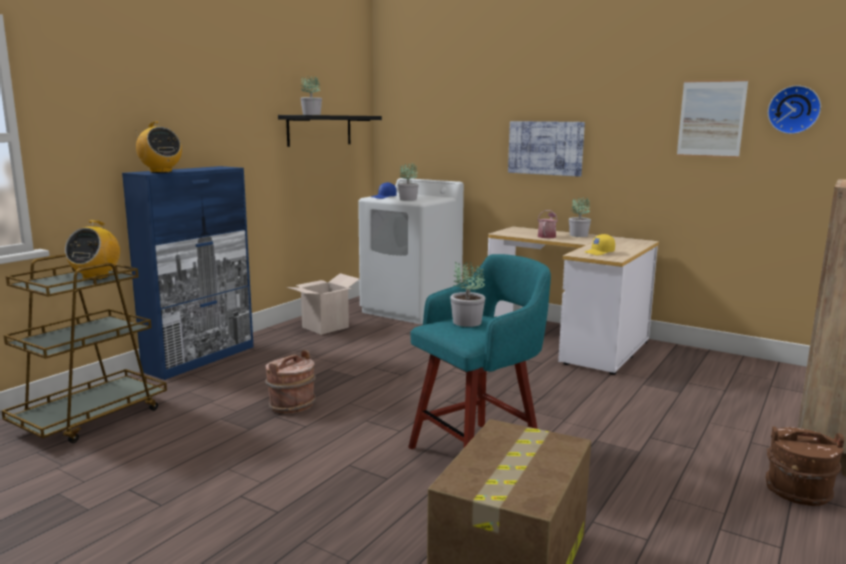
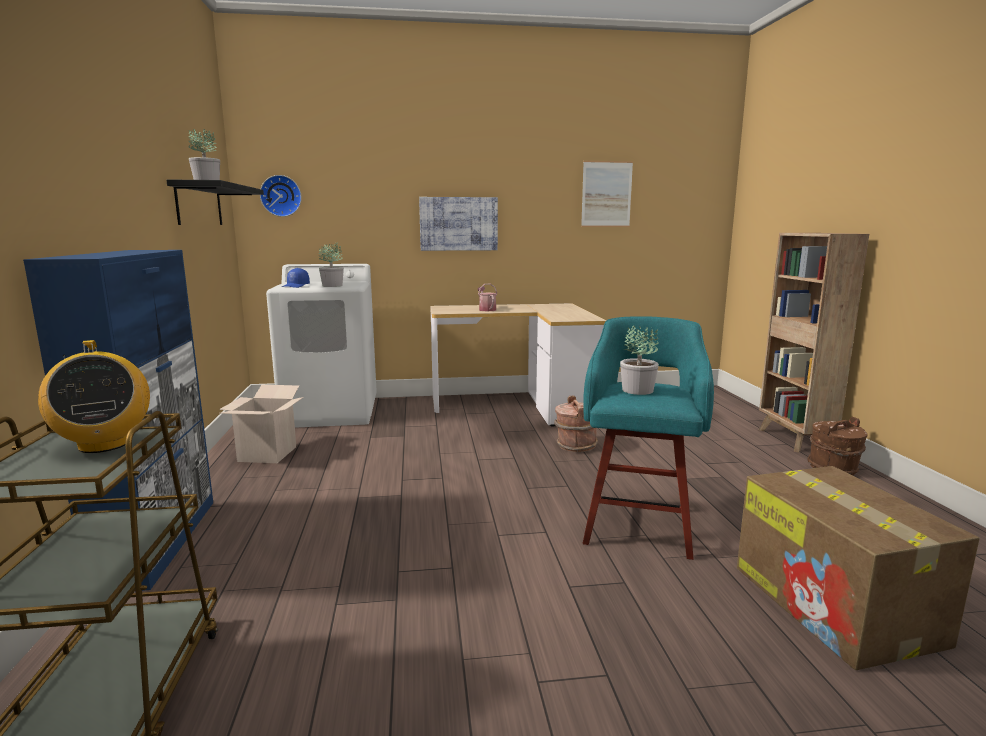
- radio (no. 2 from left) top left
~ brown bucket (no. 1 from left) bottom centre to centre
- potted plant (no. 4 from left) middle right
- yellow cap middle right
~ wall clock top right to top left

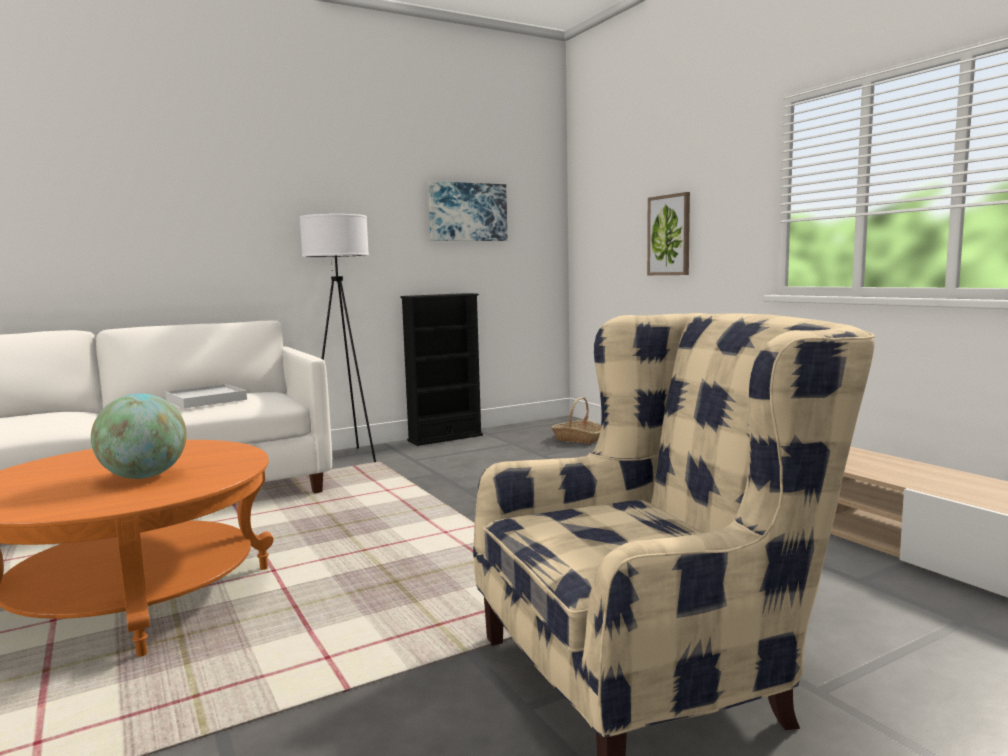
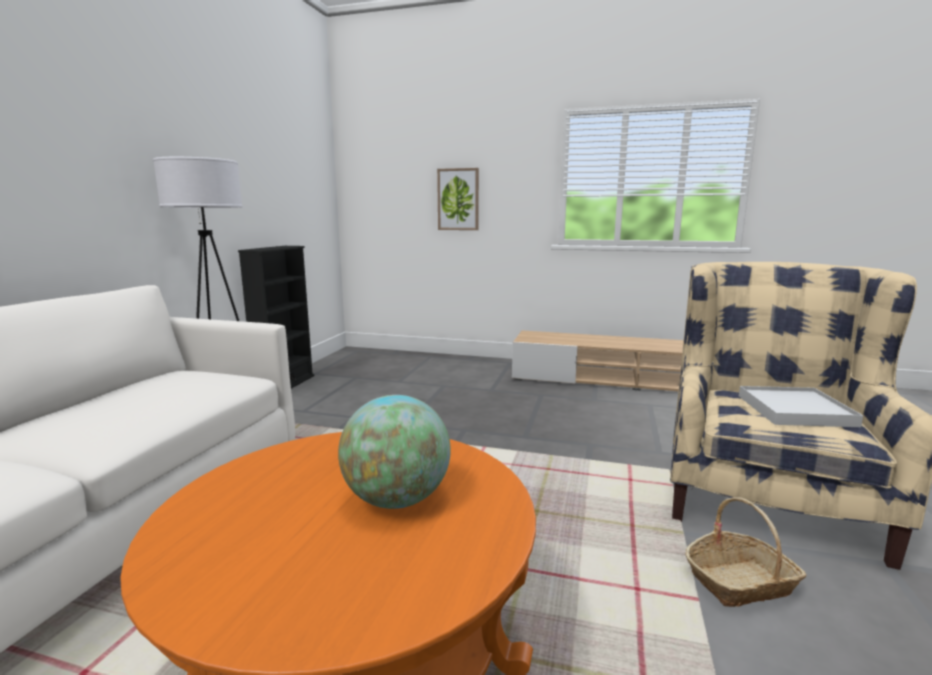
~ white tray middle left to middle right
- picture (no. 1 from left) top centre
~ basket centre to bottom right

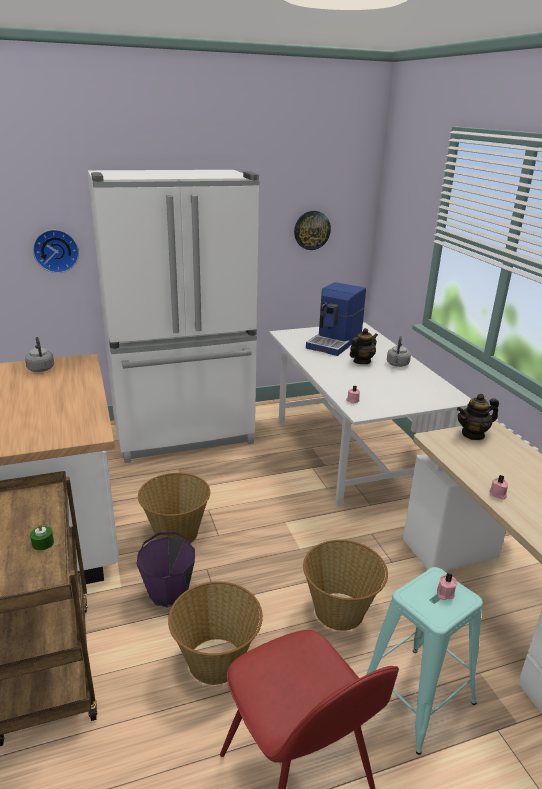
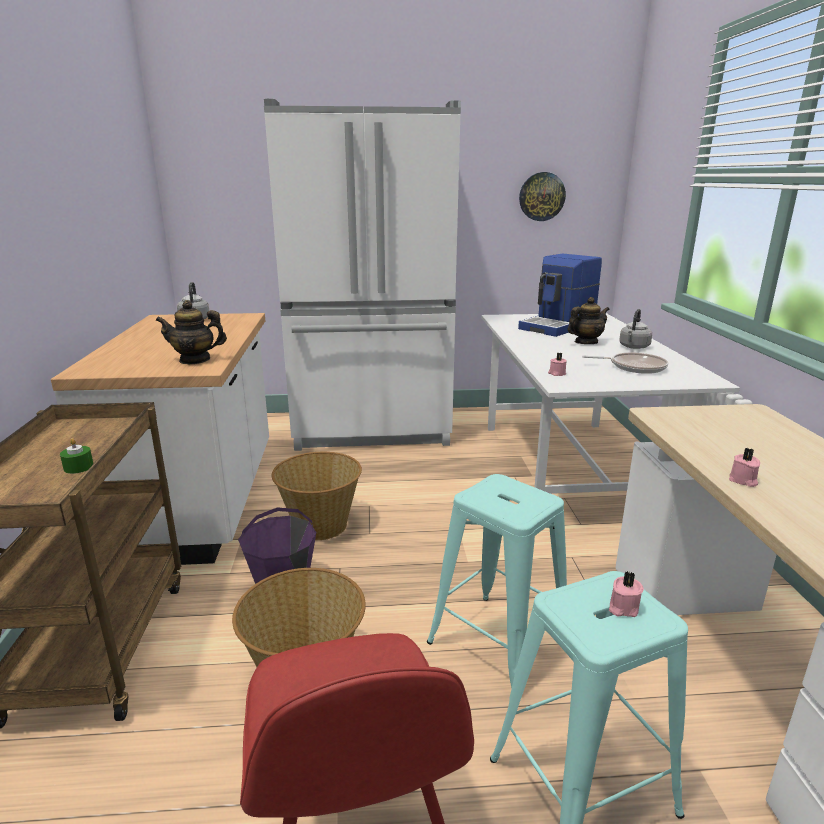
- wall clock (no. 1 from left) top left
~ basket (no. 3 from left) bottom centre to turquoise stool (no. 1 from left) bottom centre
~ teapot (no. 2 from left in the first image) middle right to teapot (no. 1 from left) middle left
+ frying pan middle right

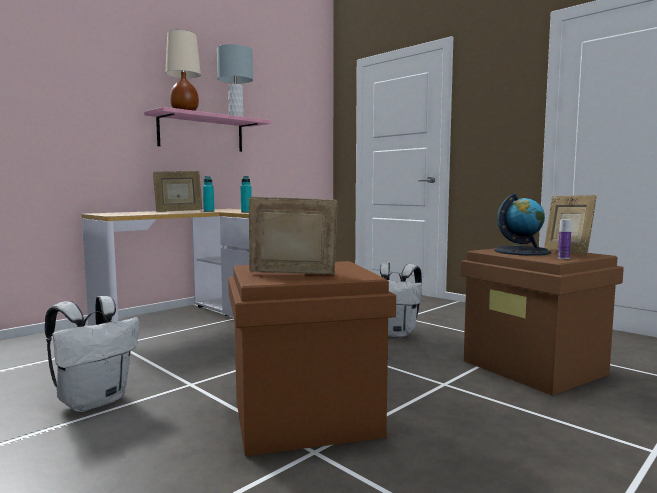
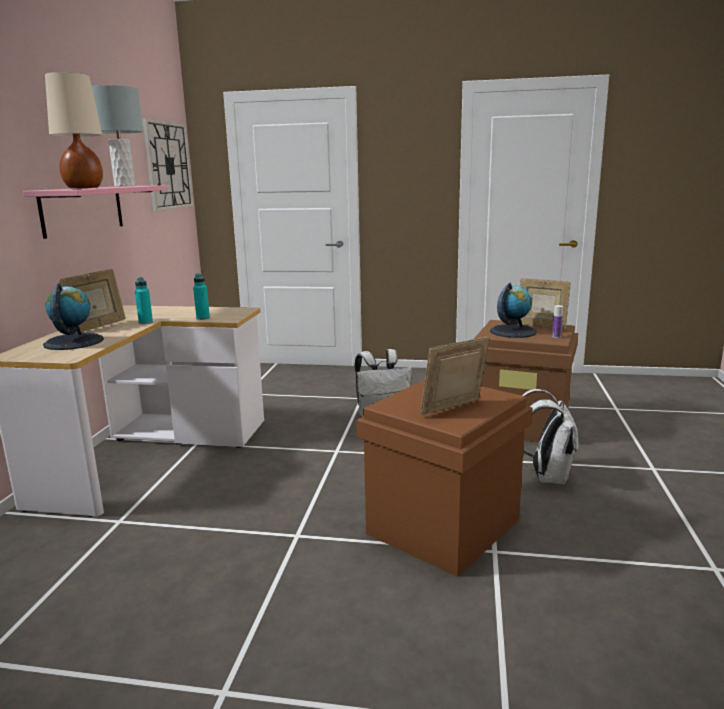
~ white backpack (no. 1 from left in the first image) bottom left to white backpack (no. 2 from left) middle right
+ globe (no. 1 from left) middle left
+ wall clock top left

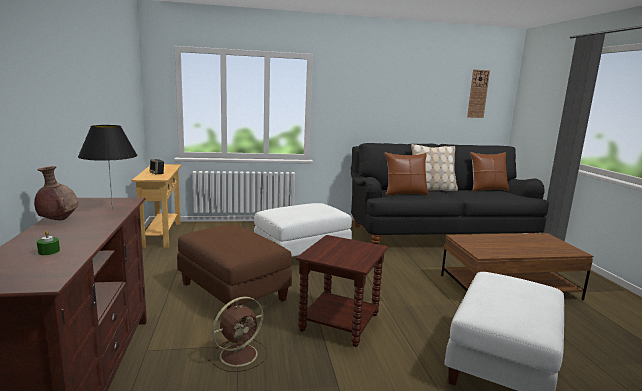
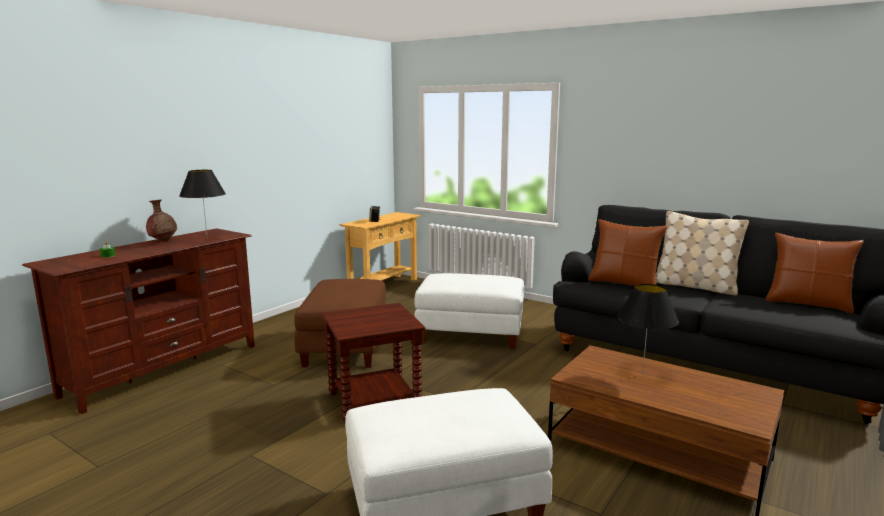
- brown fan bottom centre
- wall clock top right
+ black table lamp (no. 2 from left) middle right

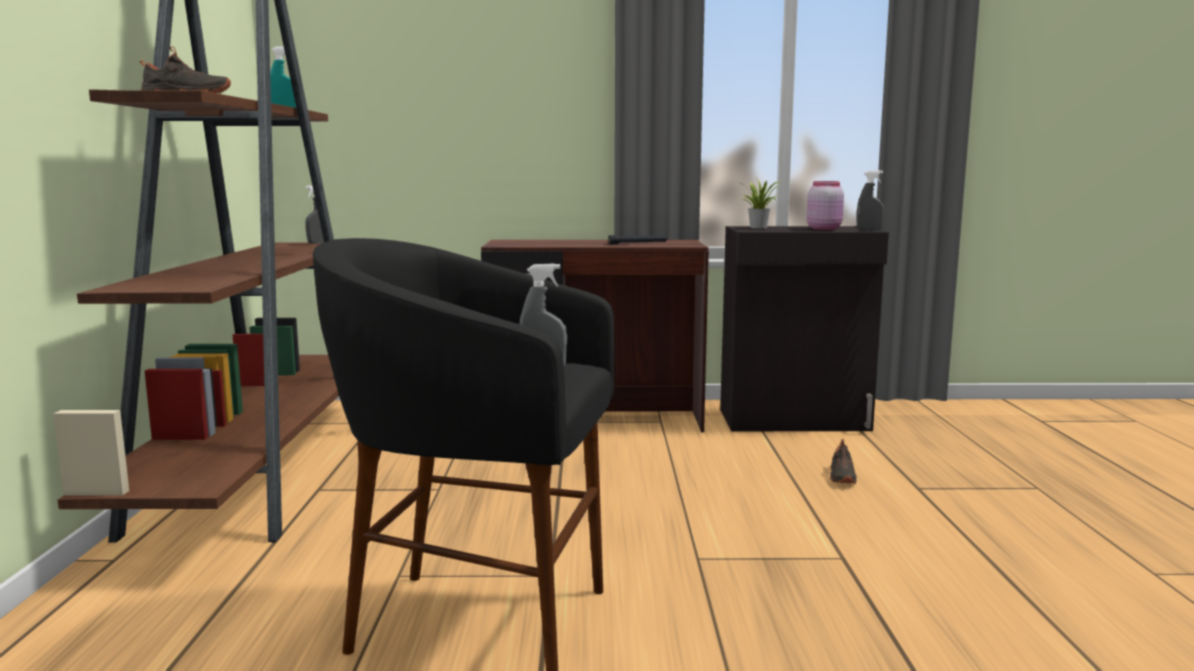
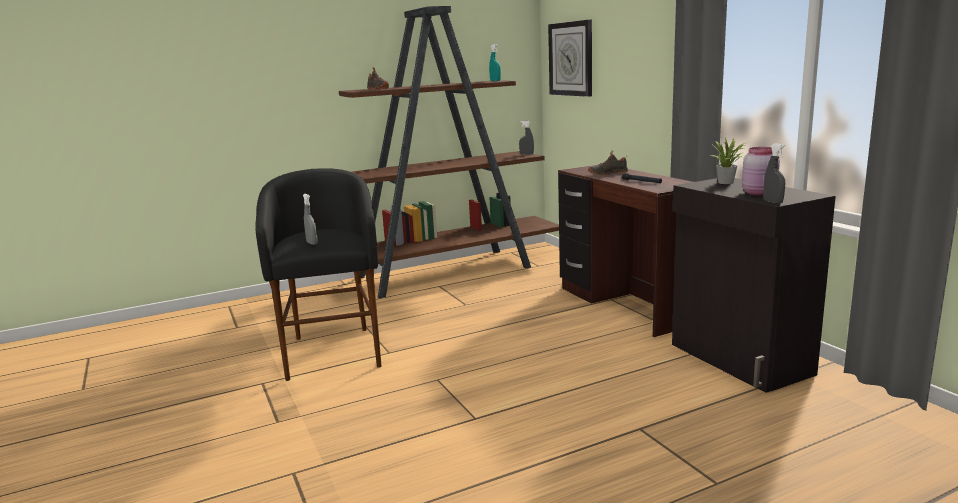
~ black shoe (no. 2 from left) bottom right to top centre
+ wall clock top centre

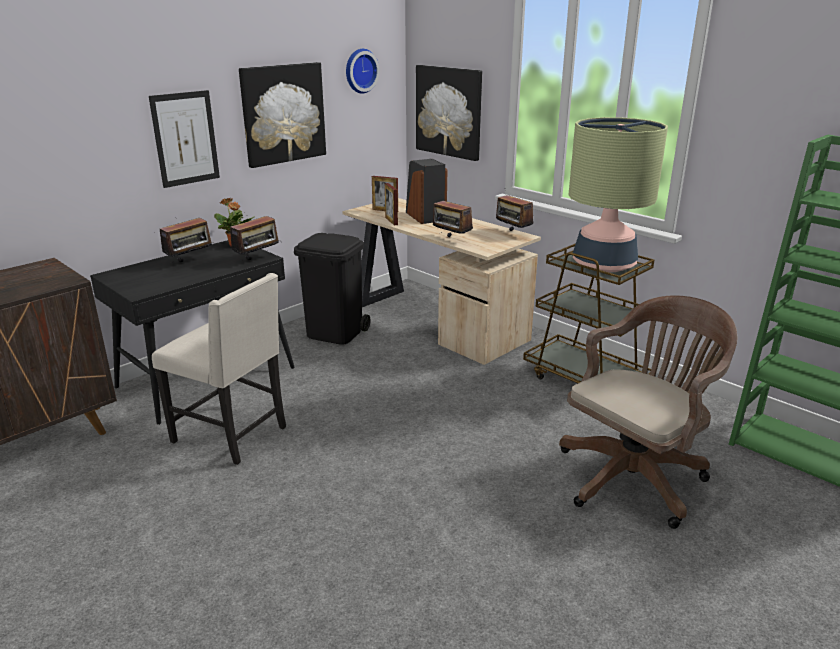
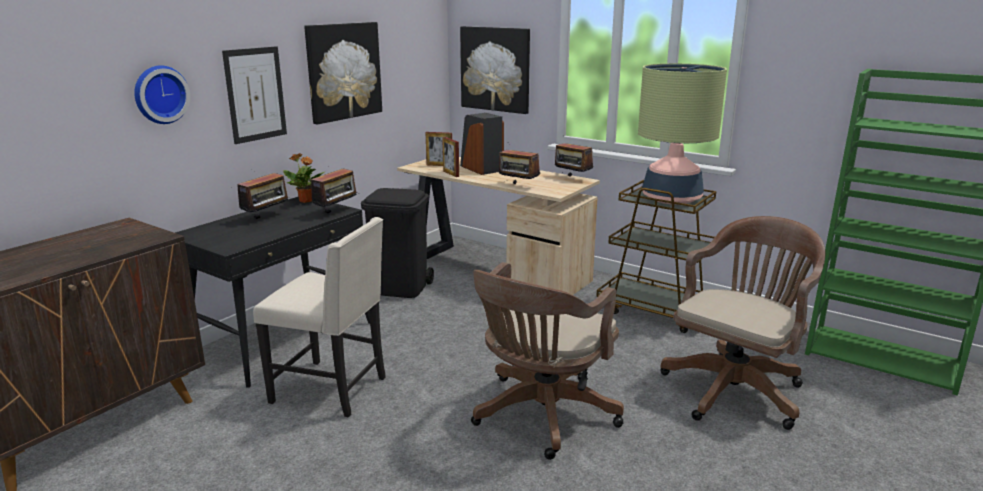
~ wall clock top centre to top left
+ brown office chair (no. 1 from left) bottom centre

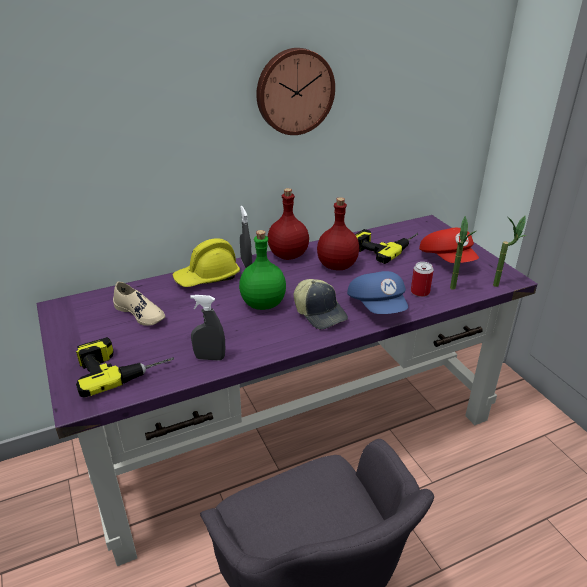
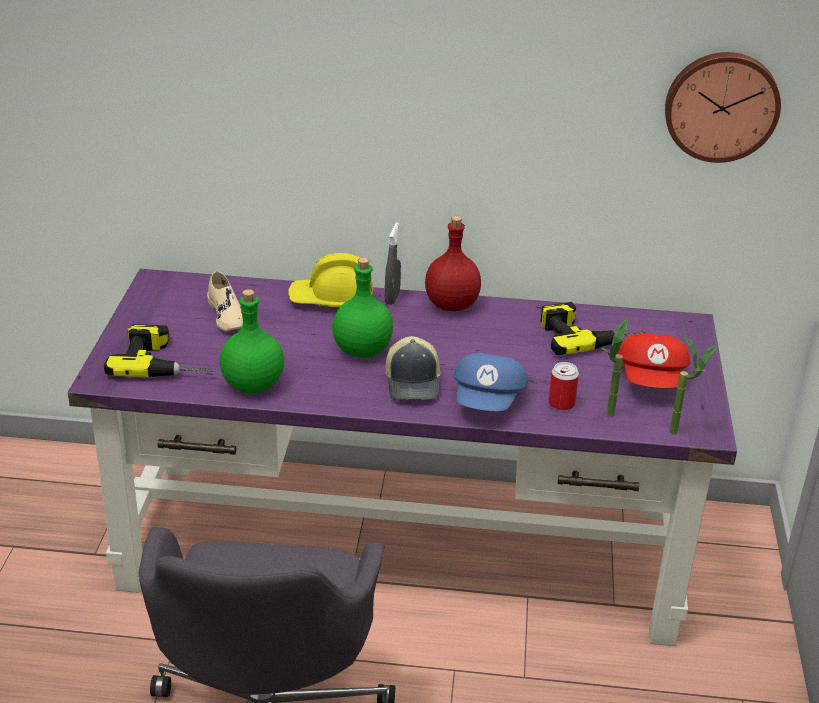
~ grey spray bottle (no. 1 from left) centre to green bottle (no. 1 from left) middle left
~ wall clock top centre to top right
- red bottle (no. 2 from left) centre

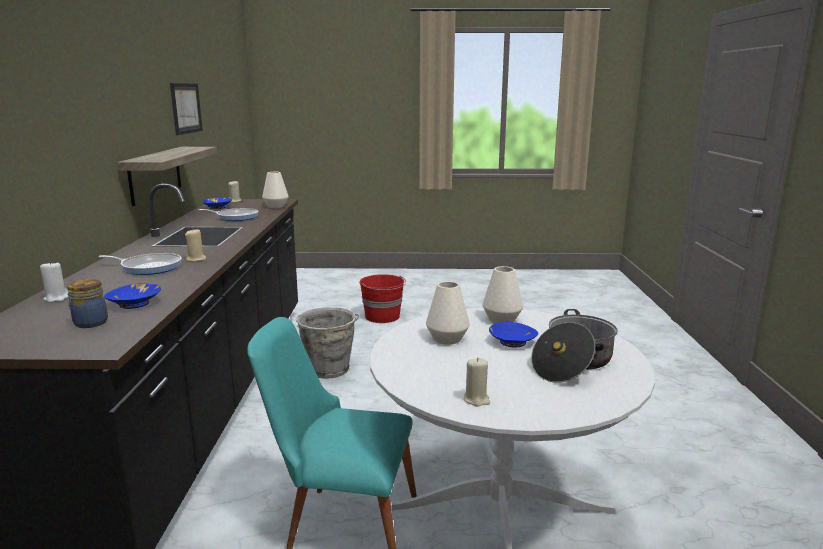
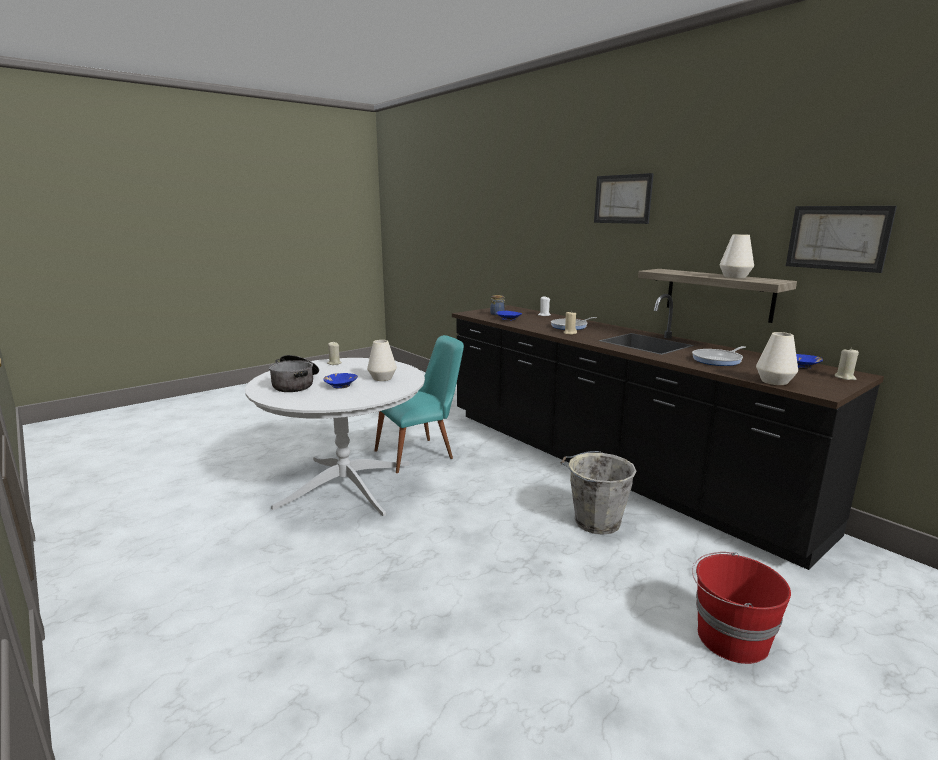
~ white vase (no. 3 from left in the first image) centre to white vase (no. 2 from left) middle right
+ picture (no. 1 from left) top centre

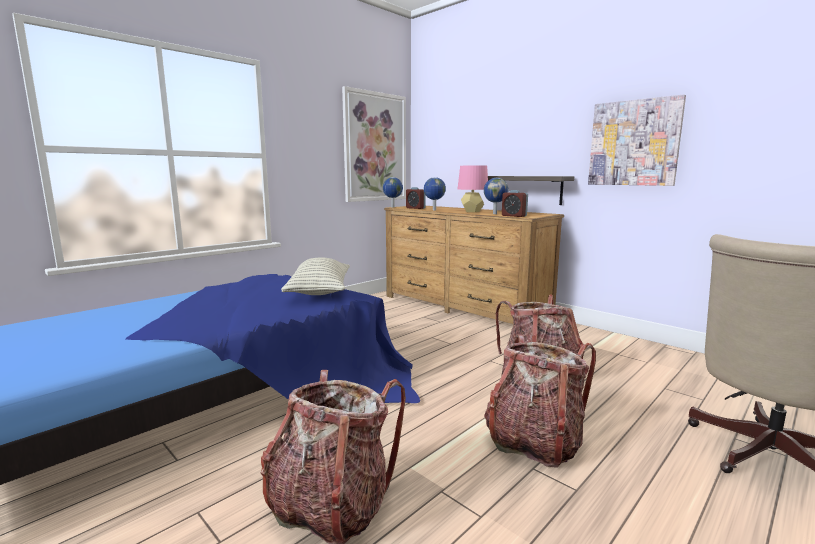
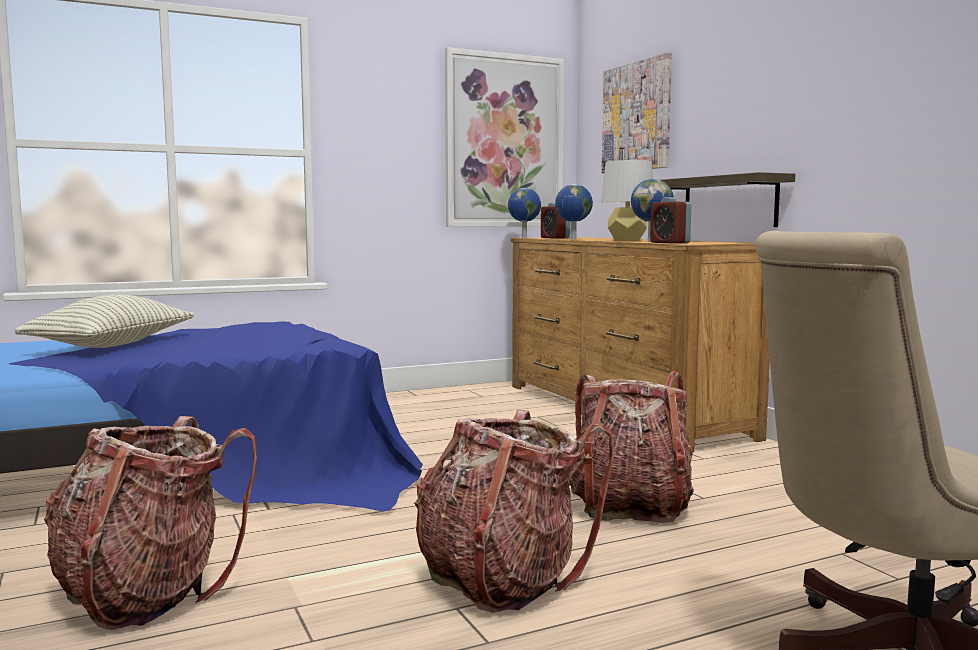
~ pillow centre to middle left
~ pink table lamp centre to grey table lamp top centre
~ picture (no. 2 from left) top right to top centre

